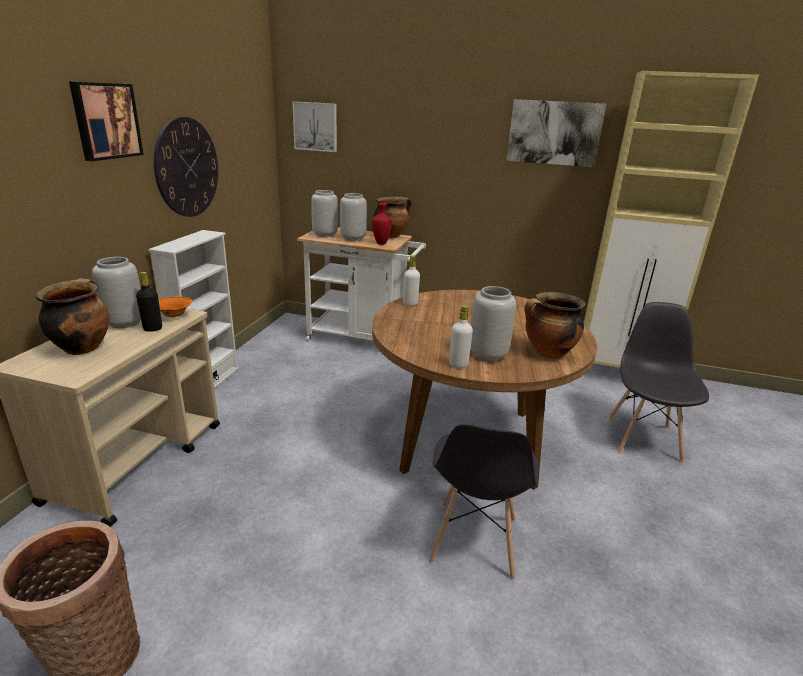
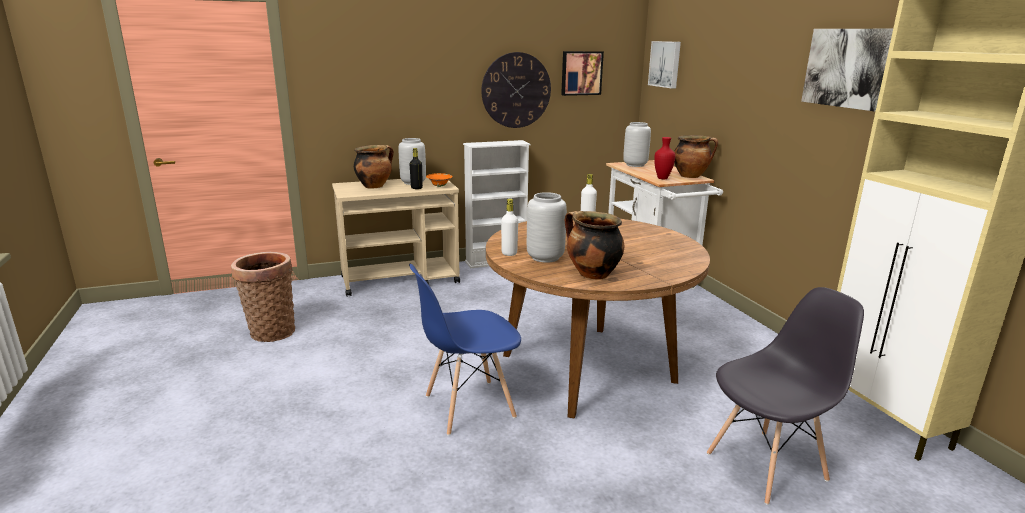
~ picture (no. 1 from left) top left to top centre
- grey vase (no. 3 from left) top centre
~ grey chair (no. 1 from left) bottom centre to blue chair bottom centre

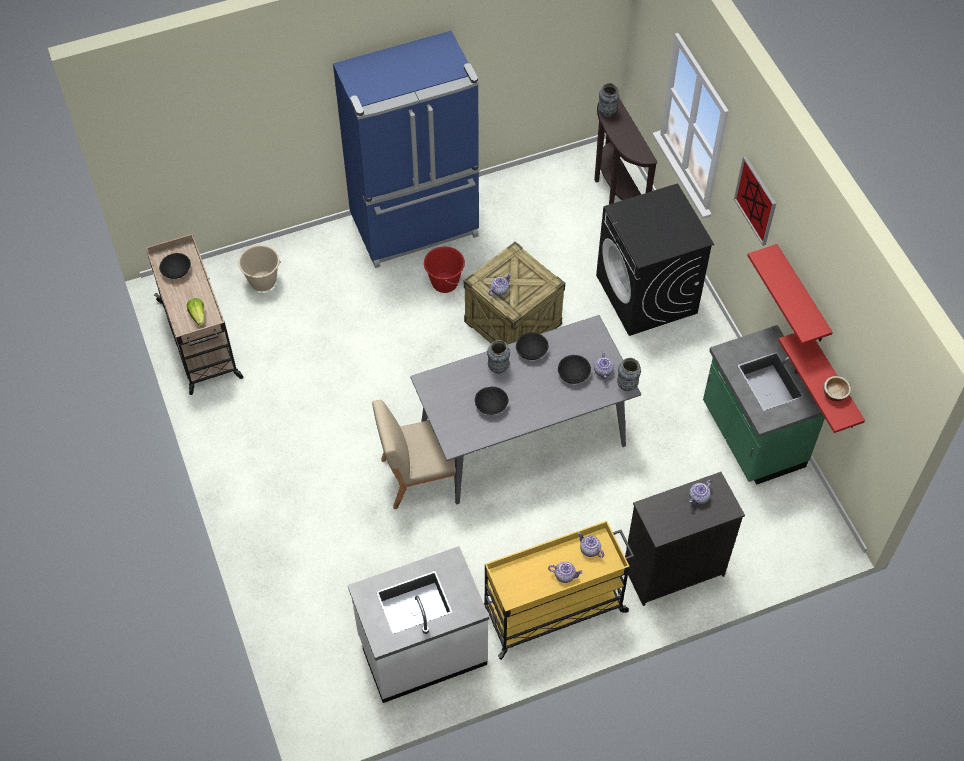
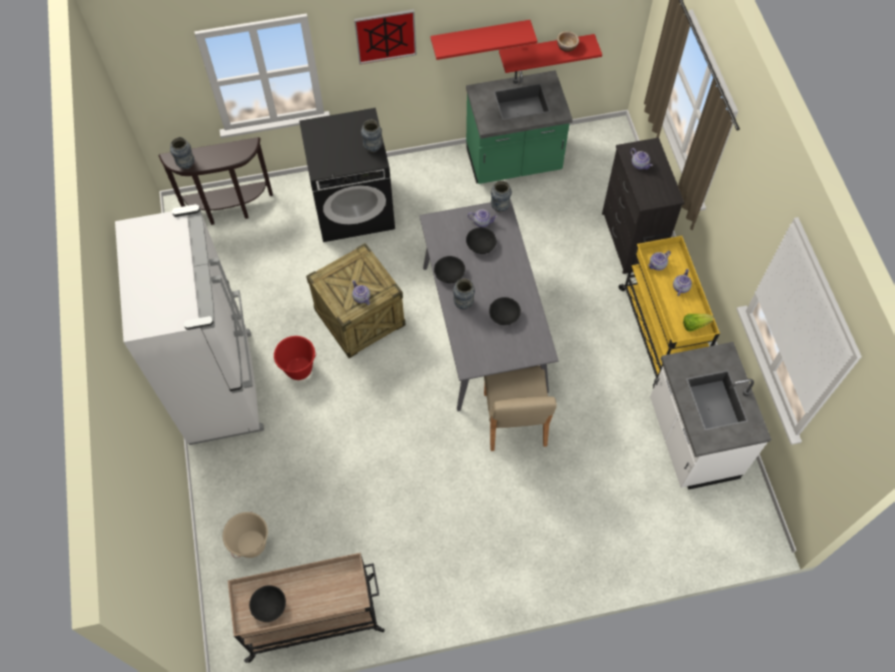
~ lettuce middle left to middle right
~ blue fridge top centre to white fridge middle left
+ vase (no. 2 from left) top centre

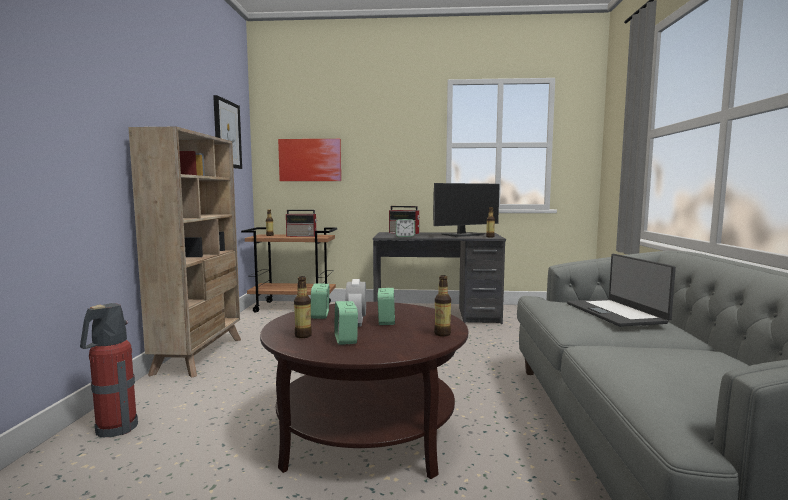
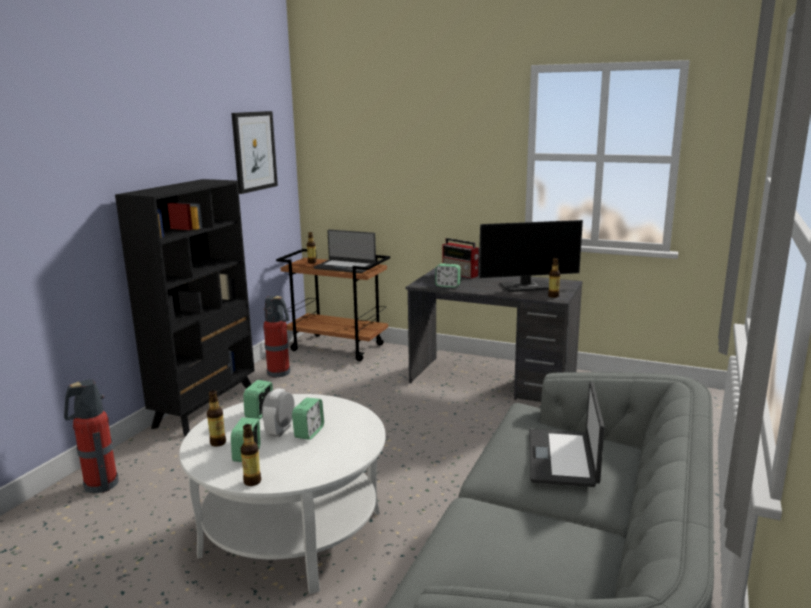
~ beige bookcase middle left to black bookcase middle left
~ brown coffee table bottom centre to white coffee table bottom centre
- picture (no. 2 from left) top centre
~ radio (no. 1 from left) centre to laptop (no. 1 from left) centre
~ bottle (no. 3 from left in the first image) centre to bottle (no. 2 from left) bottom left
+ fire extinguisher (no. 2 from left) centre

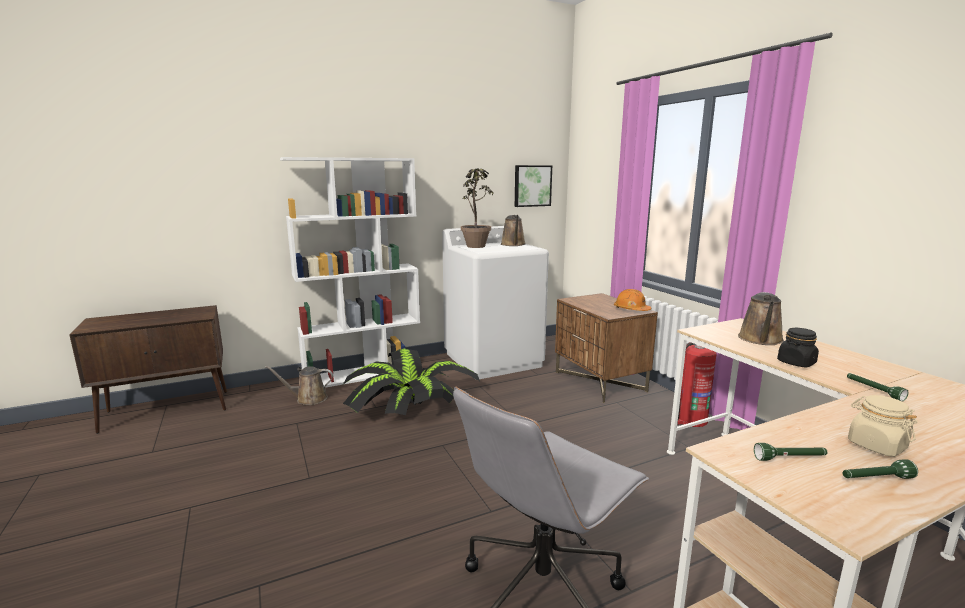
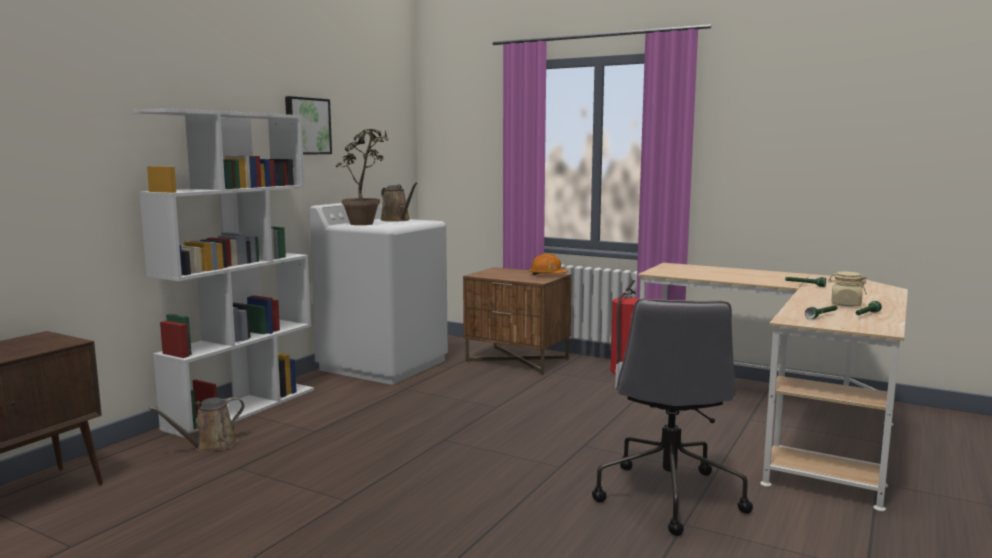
- potted plant (no. 1 from left) centre
~ picture top centre to top left
- brown watering can (no. 3 from left) middle right
- black jar middle right

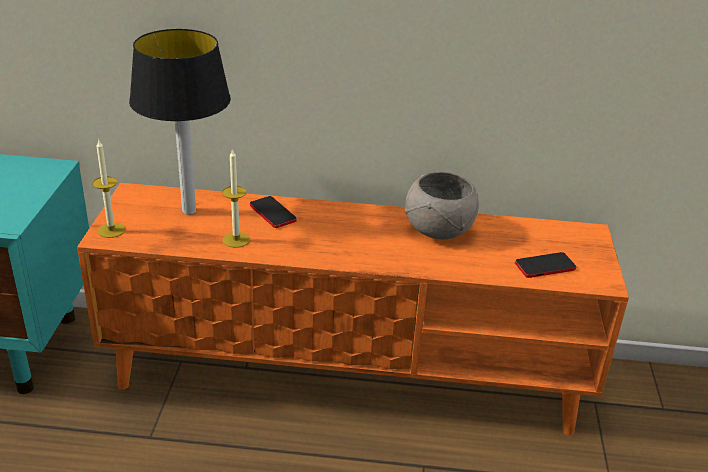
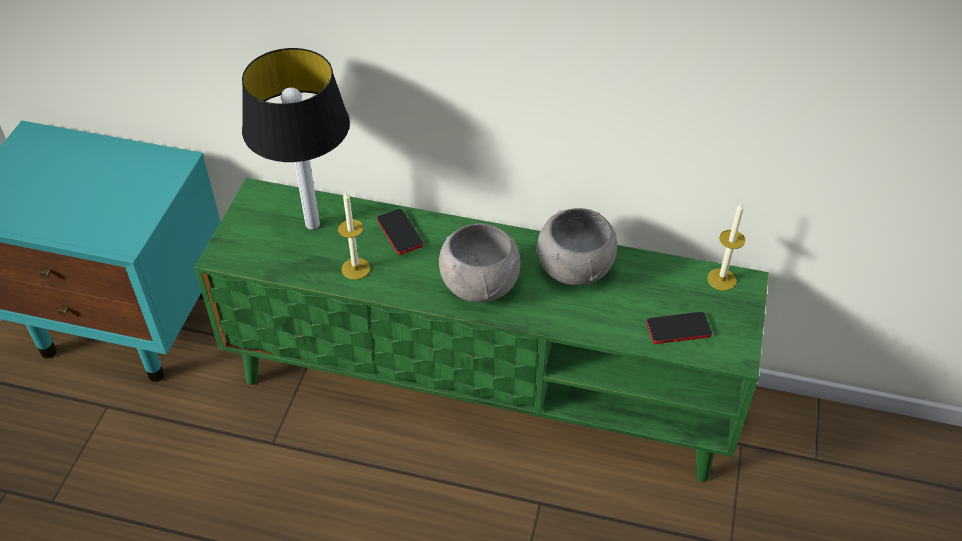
~ orange tv stand centre to green tv stand centre
~ candle (no. 1 from left in the first image) middle left to candle (no. 2 from left) middle right
+ grey bowl (no. 1 from left) centre

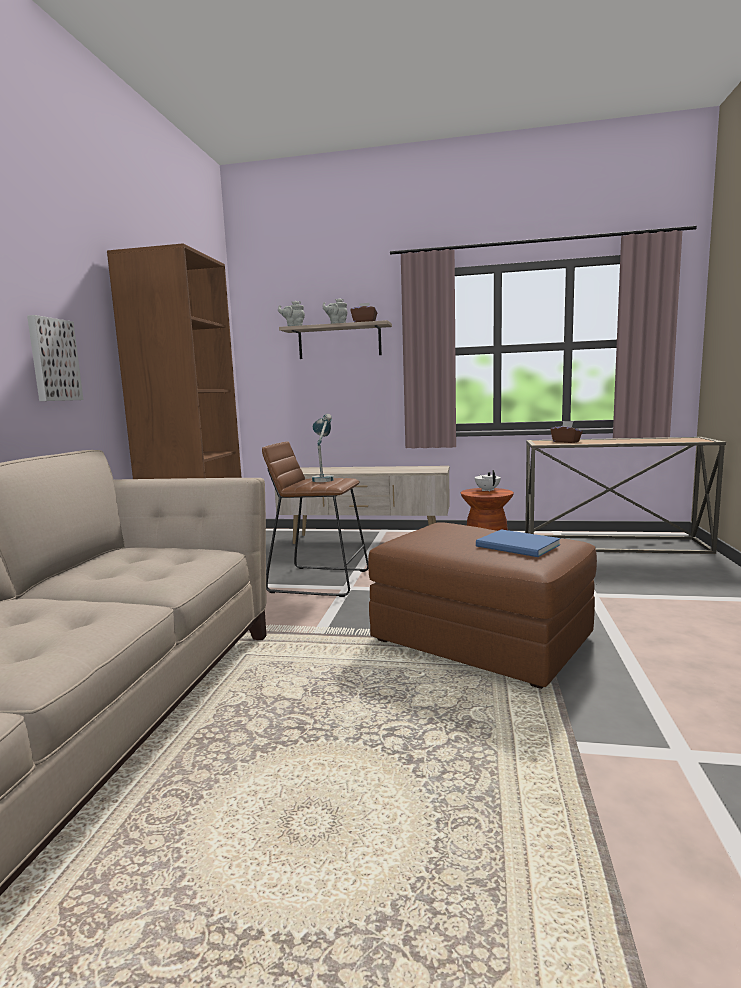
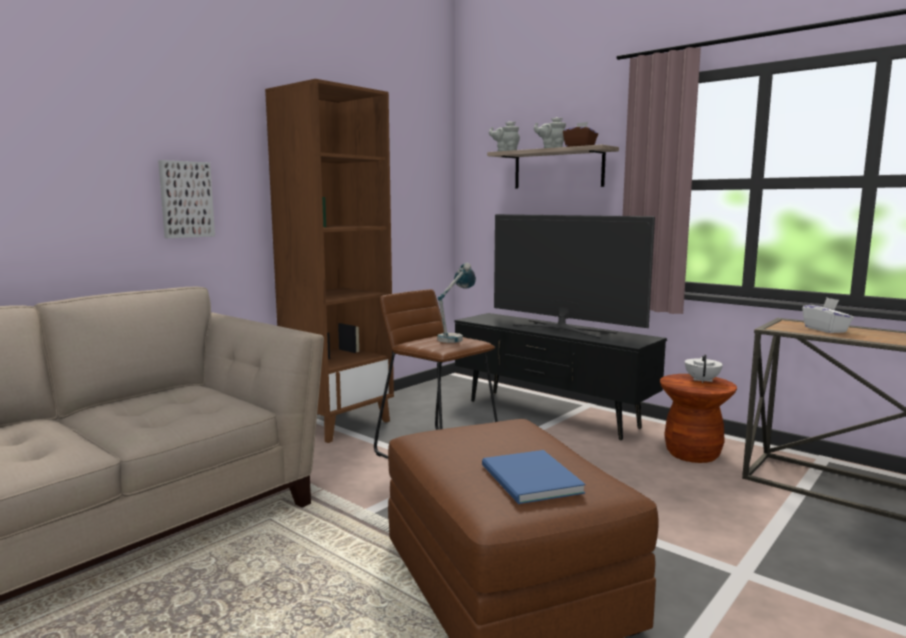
~ beige tv stand centre to black tv stand centre
~ brown tissue box (no. 2 from left) middle right to white tissue box middle right
+ television centre

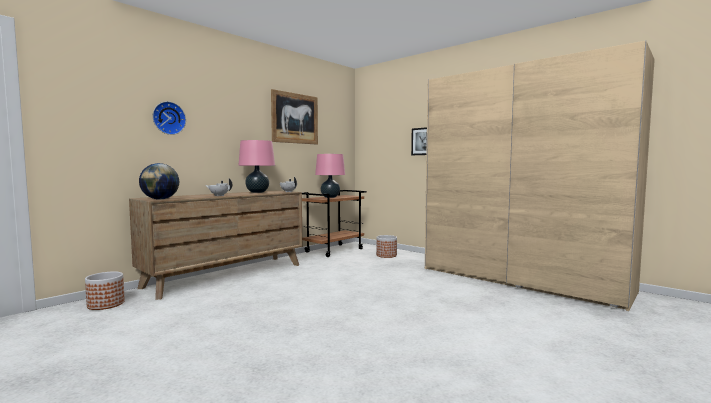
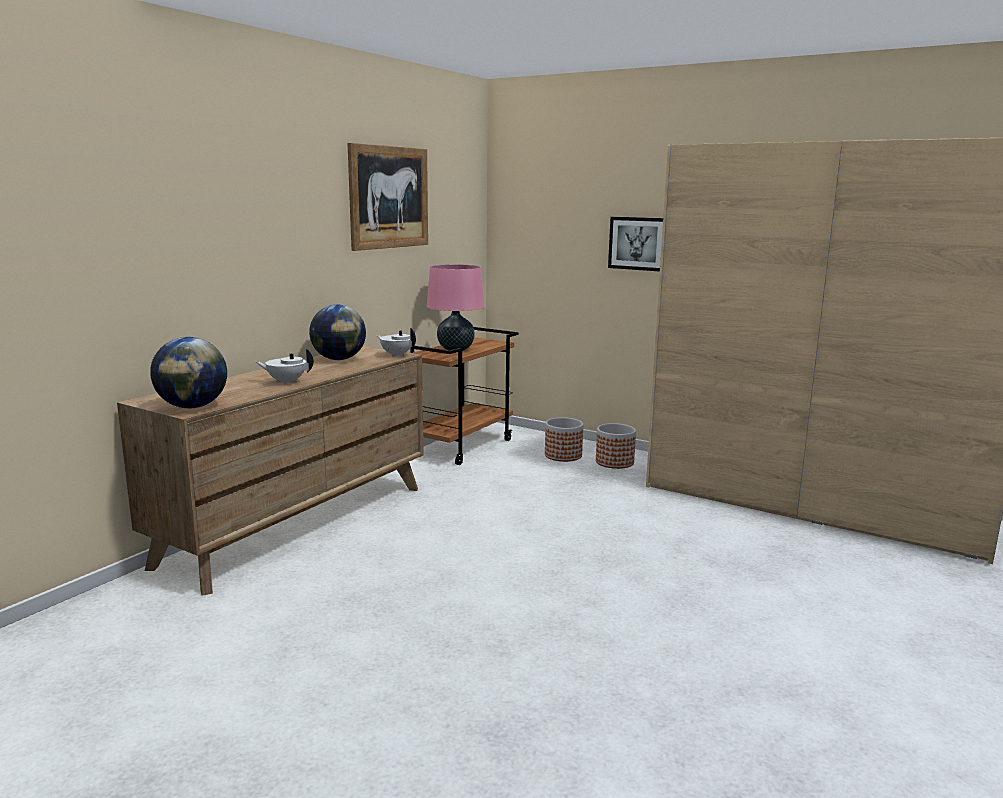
~ planter (no. 1 from left in the first image) bottom left to planter (no. 2 from left) centre
- wall clock top left
~ pink table lamp (no. 1 from left) centre to globe (no. 2 from left) centre

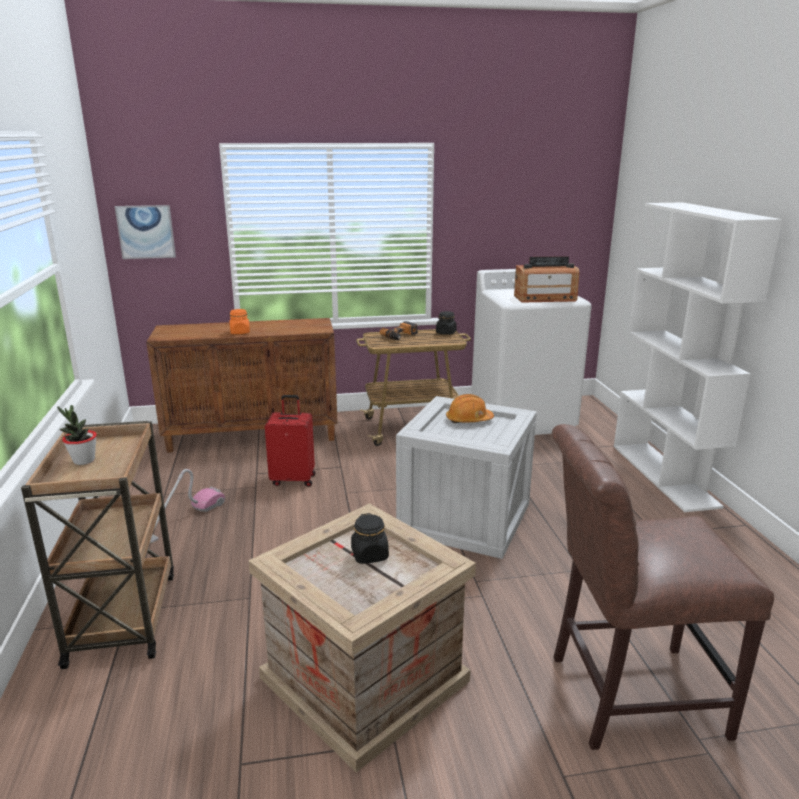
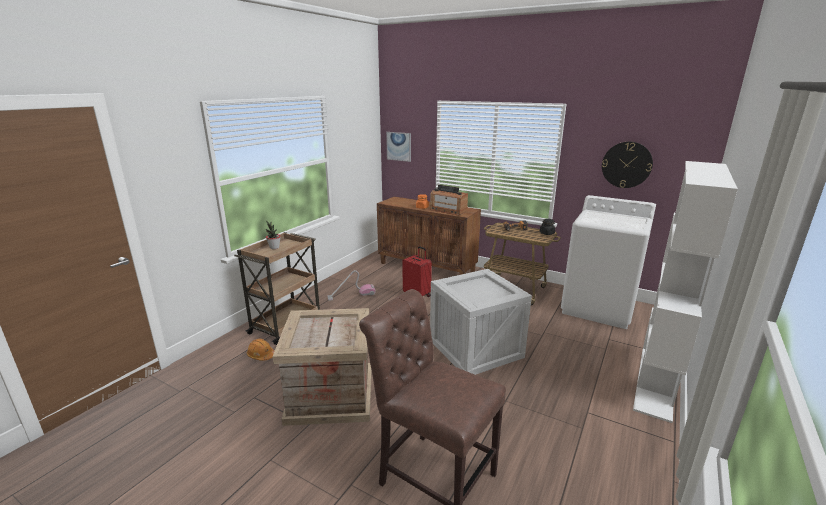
- black jar (no. 1 from left) bottom centre
~ orange hard hat centre to bottom left
~ radio middle right to centre
+ wall clock top right

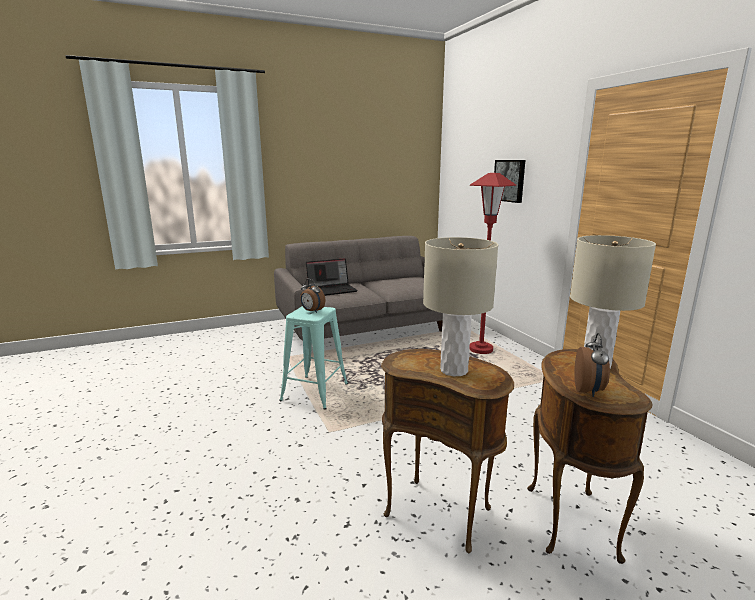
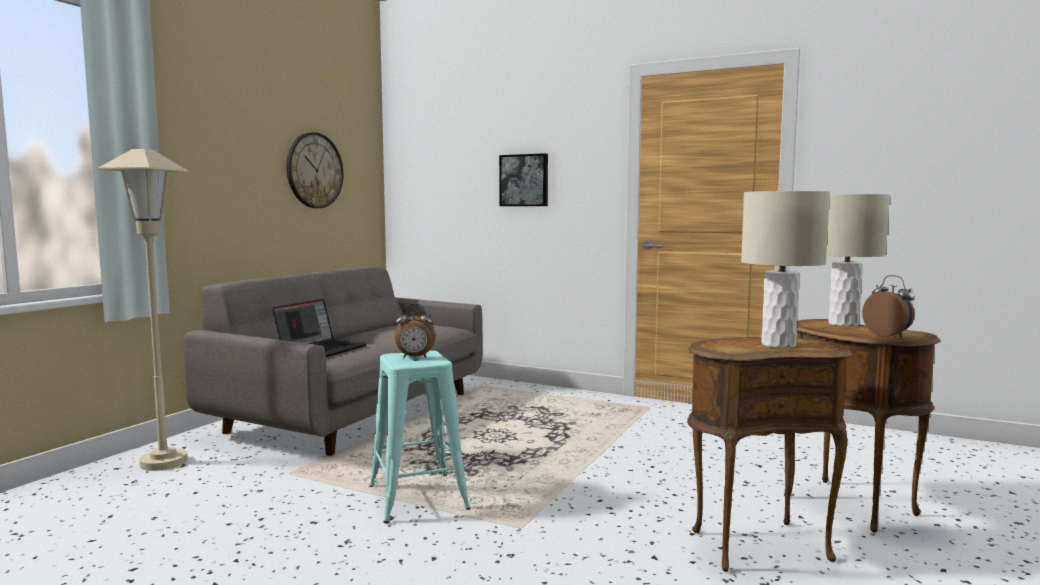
- red floor lamp centre
+ beige floor lamp middle left
+ wall clock top left

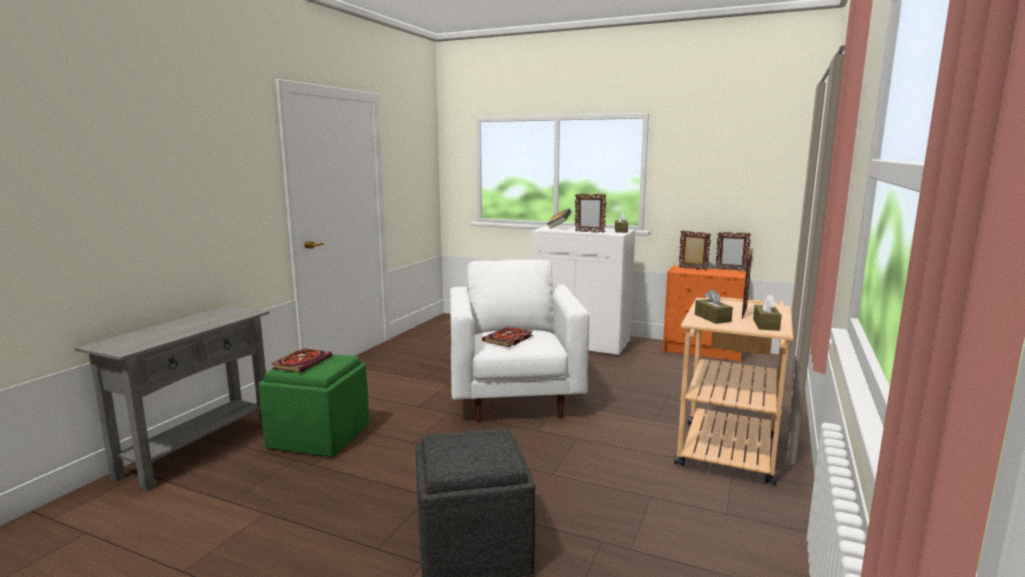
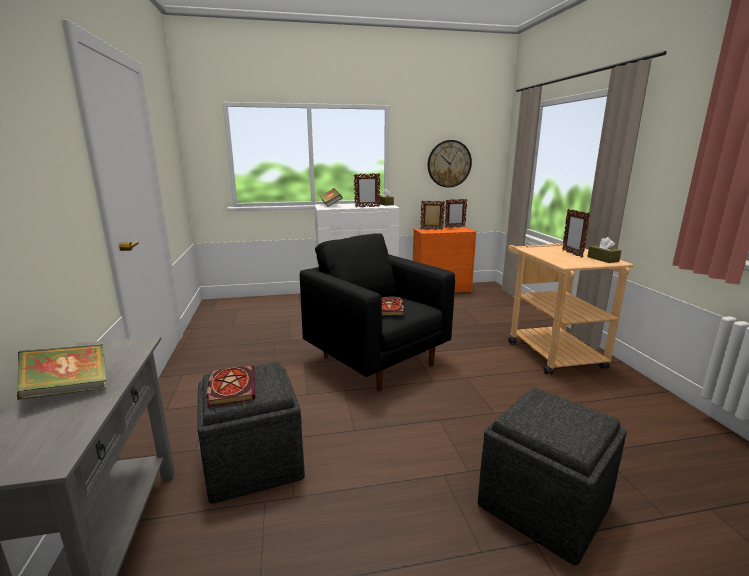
~ green ottoman bottom left to grey ottoman (no. 1 from left) bottom centre
~ white armchair centre to black armchair centre
- brown tissue box (no. 2 from left) middle right
+ book (no. 1 from left) middle left
+ wall clock top centre

